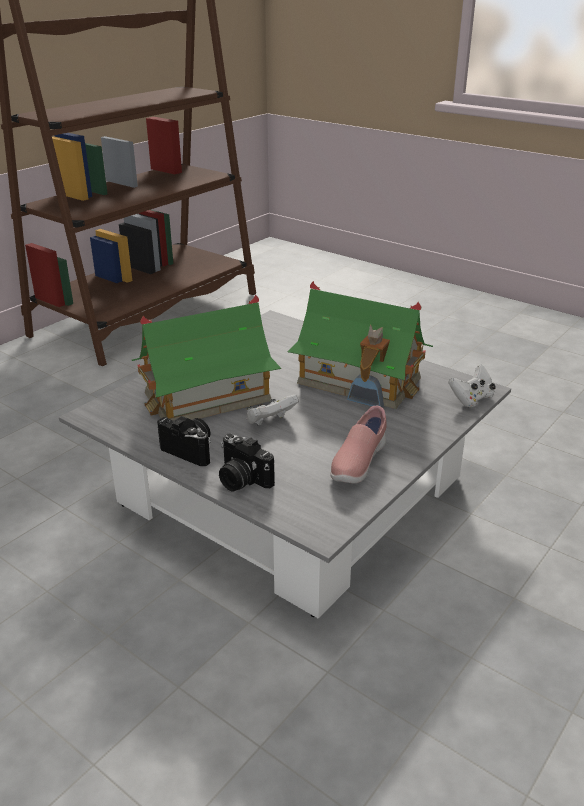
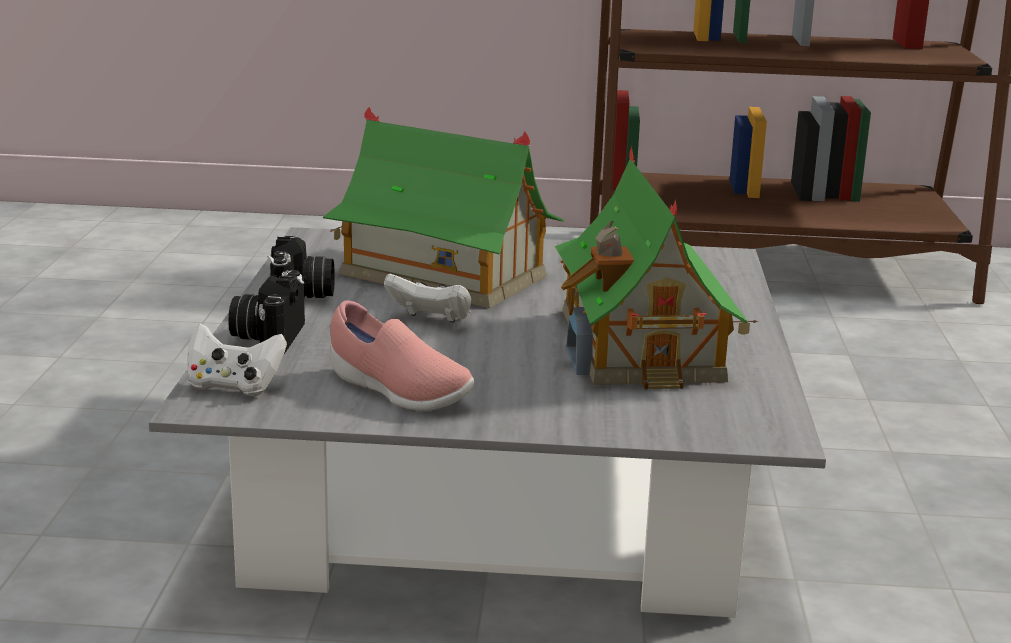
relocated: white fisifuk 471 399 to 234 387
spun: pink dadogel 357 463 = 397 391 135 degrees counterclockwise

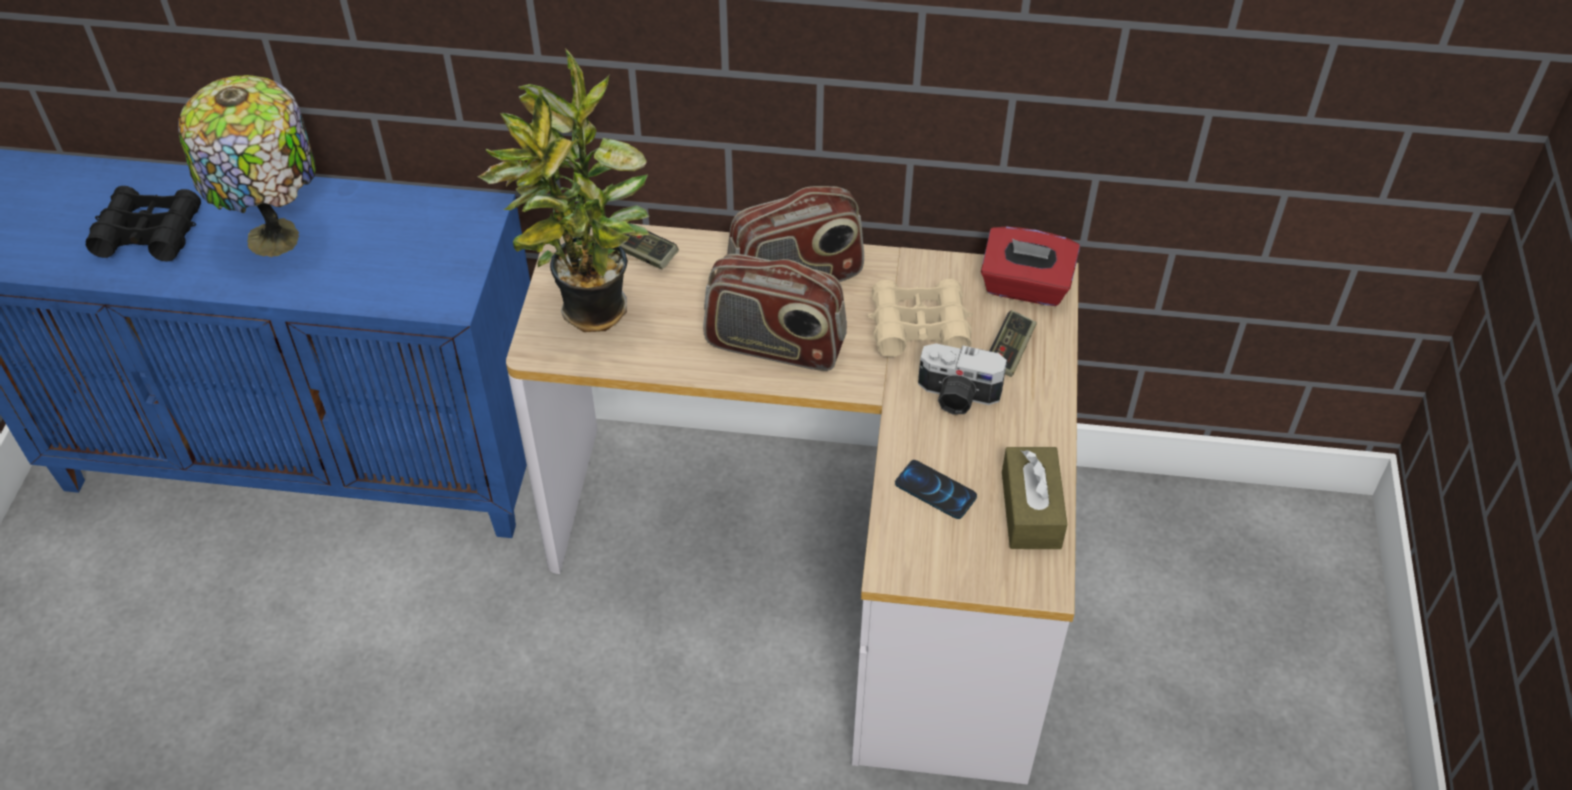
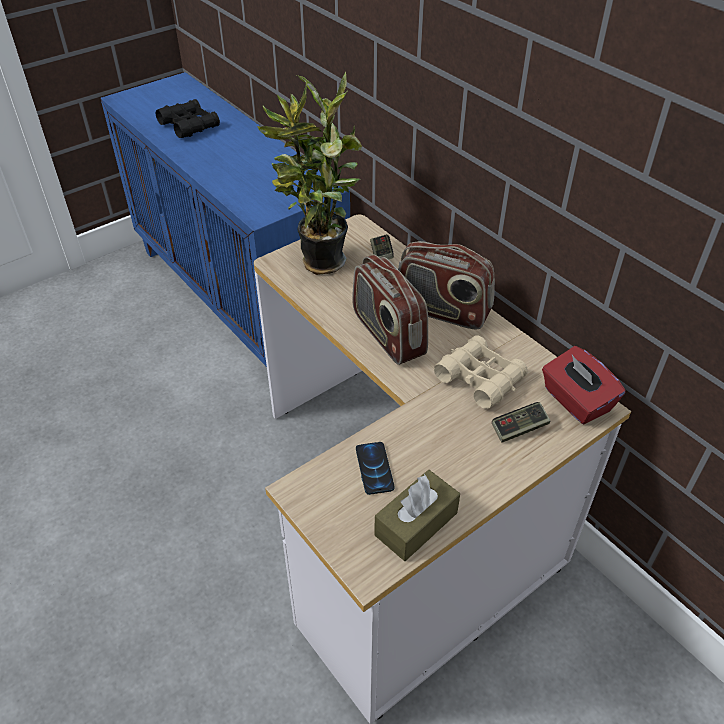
missing: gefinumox 278 239; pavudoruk 957 396

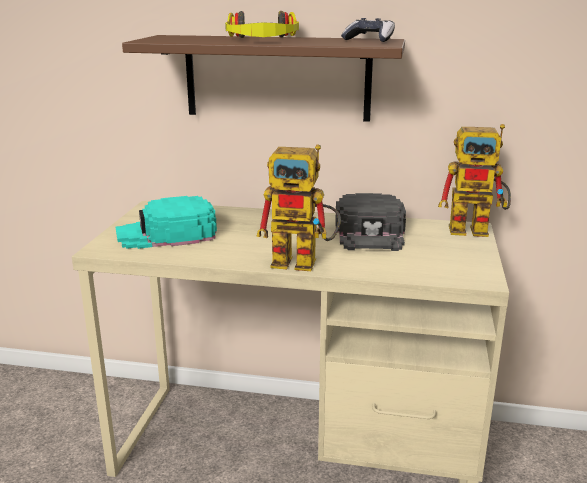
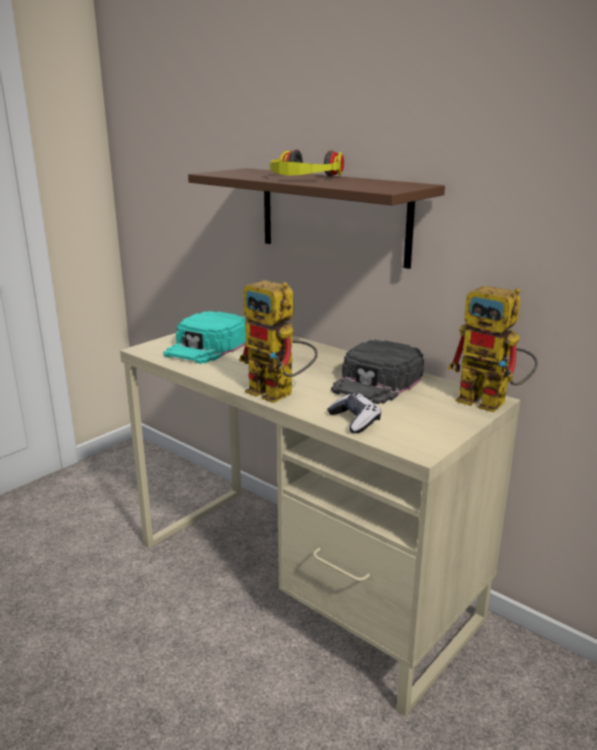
relocated: fisifuk 369 40 to 354 421
spun: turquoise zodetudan 167 233 = 207 347 75 degrees counterclockwise

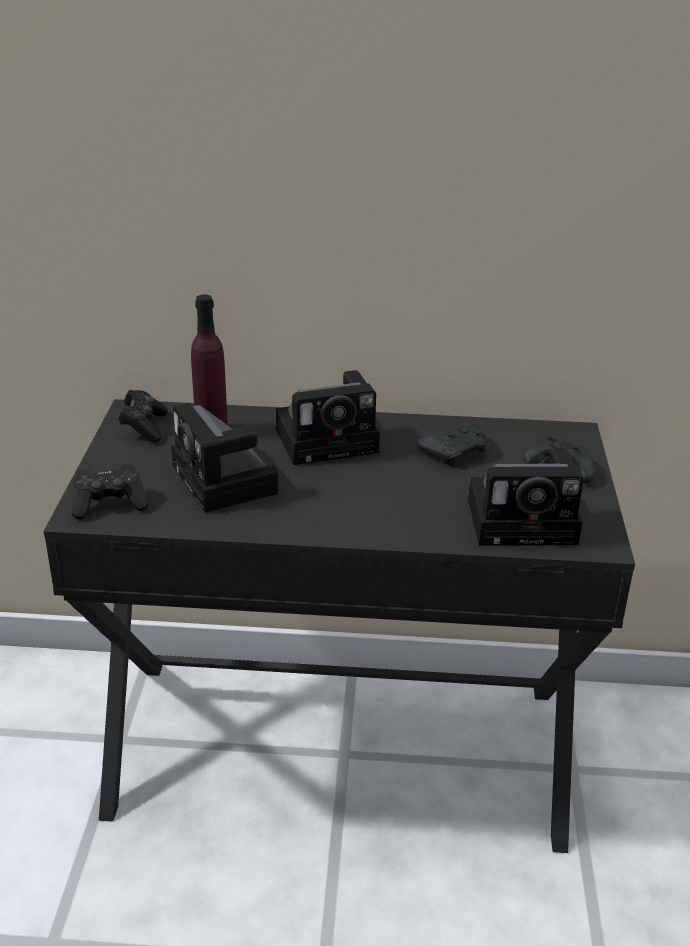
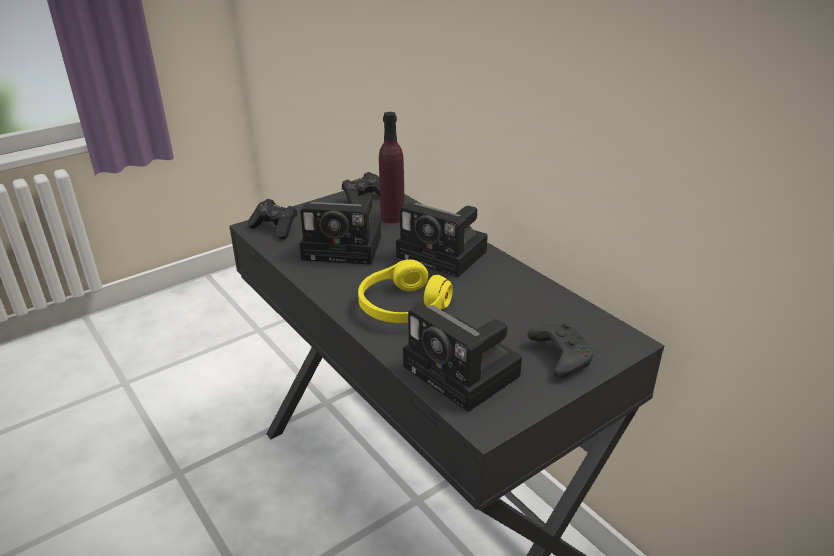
missing: black fisifuk 455 452
appeared: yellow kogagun 402 306
spun: pavudoruk 227 481 = 346 247 105 degrees counterclockwise

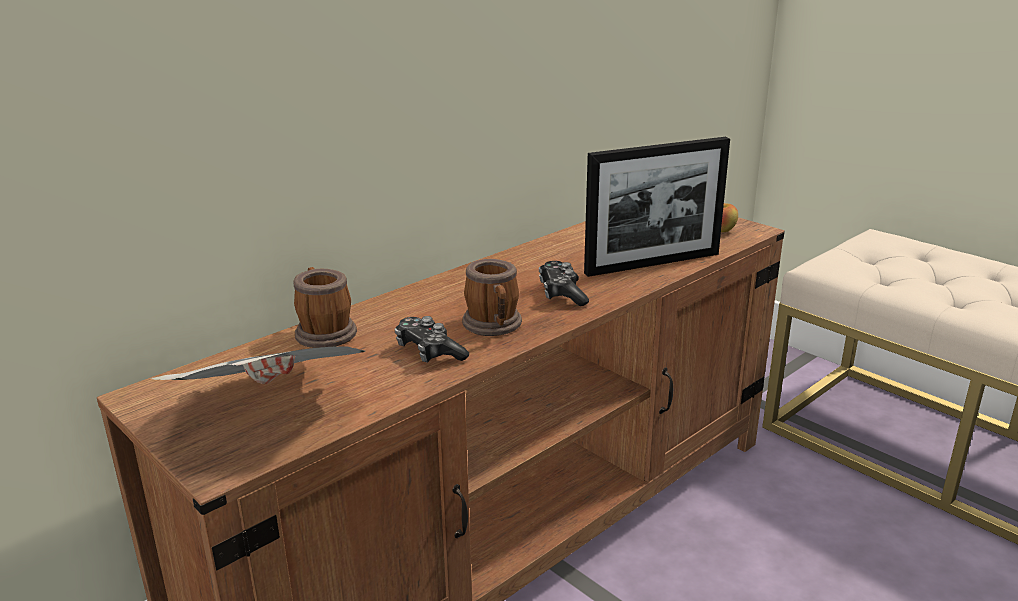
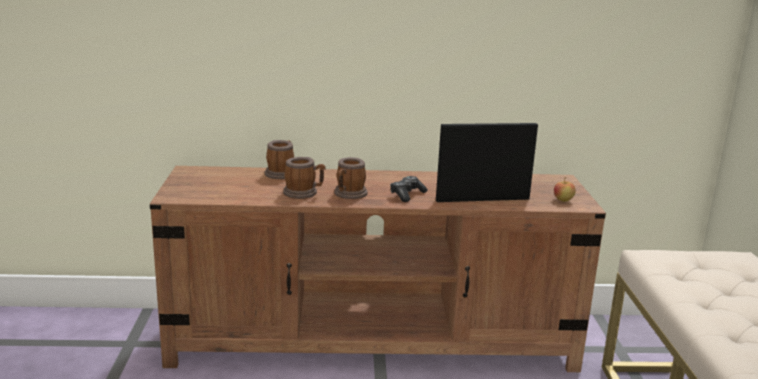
missing: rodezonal 271 411
exchanged: fisifuk 429 352 to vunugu 304 193
spun: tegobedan 652 263 = 482 199 150 degrees clockwise

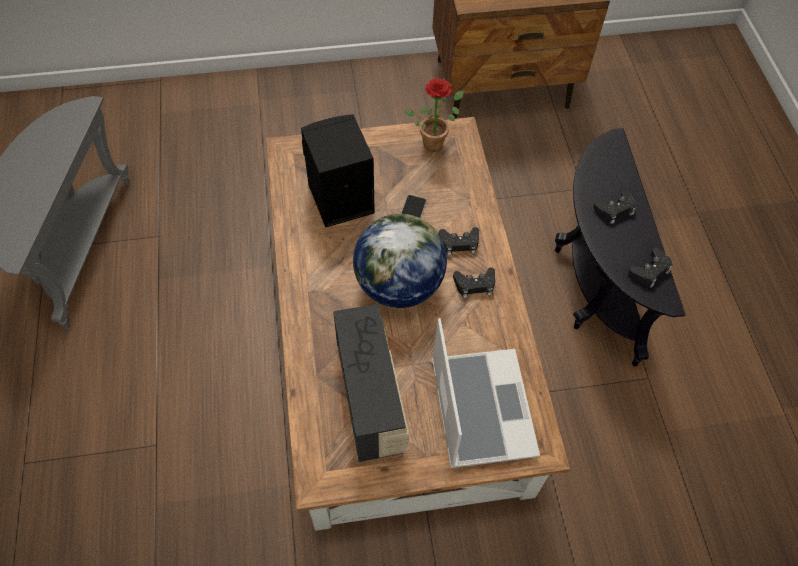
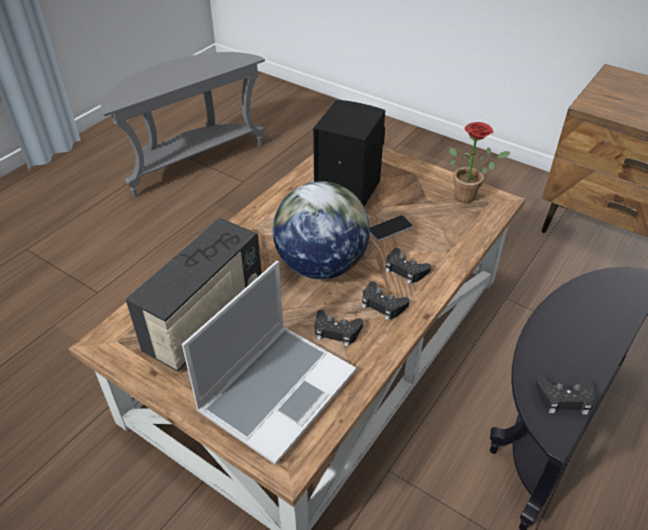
relocated: black fisifuk 615 210 to 336 331

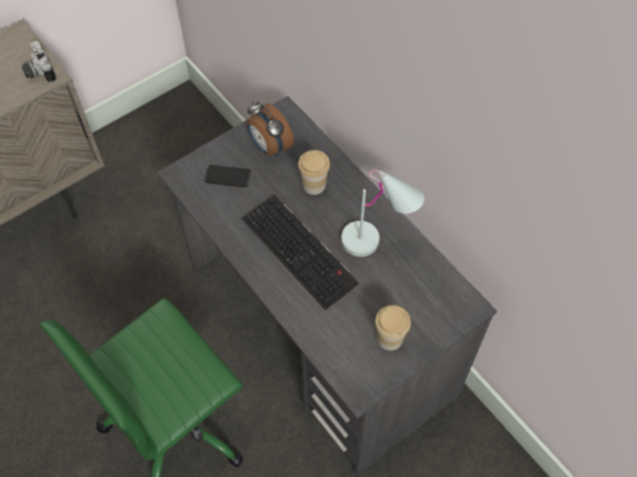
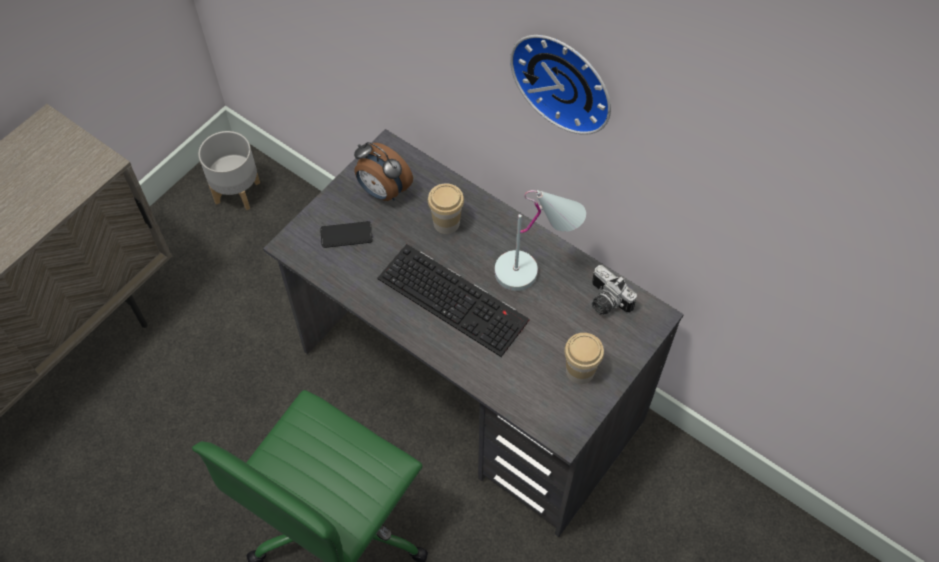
appeared: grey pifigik 237 191; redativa 565 79
relocated: pavudoruk 38 71 to 605 302

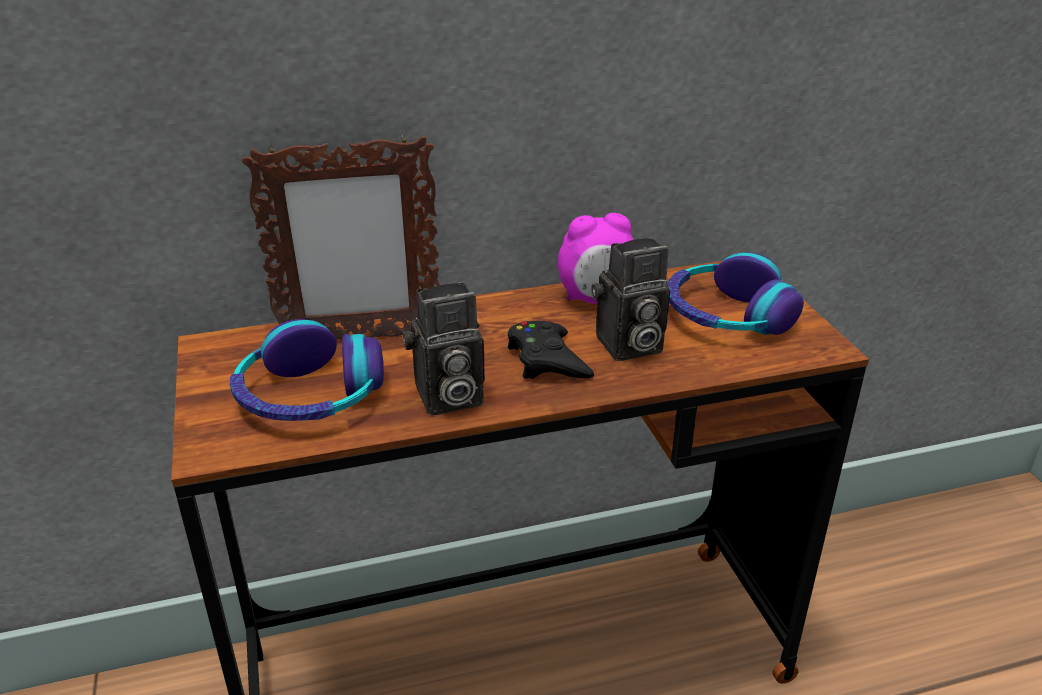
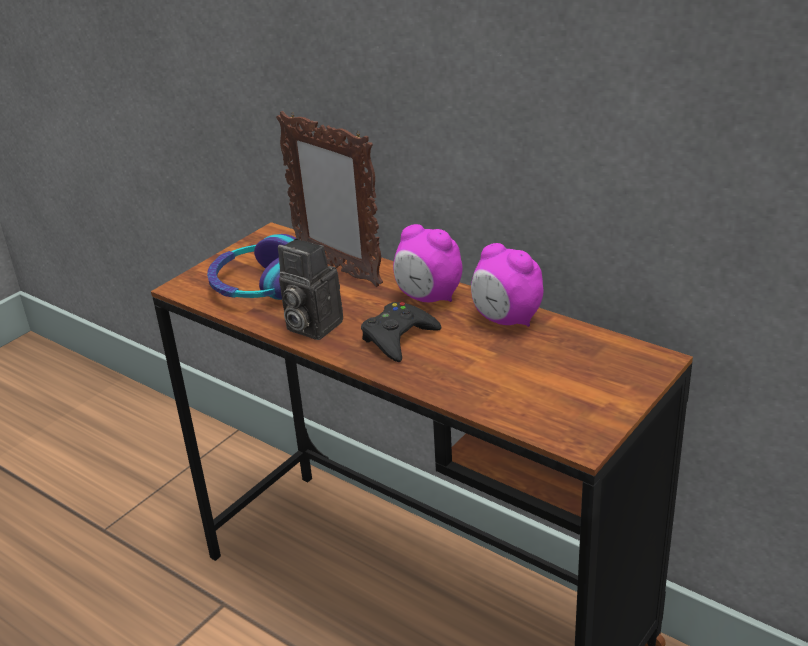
missing: pavudoruk 627 347; kogagun 727 315
appeared: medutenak 428 298

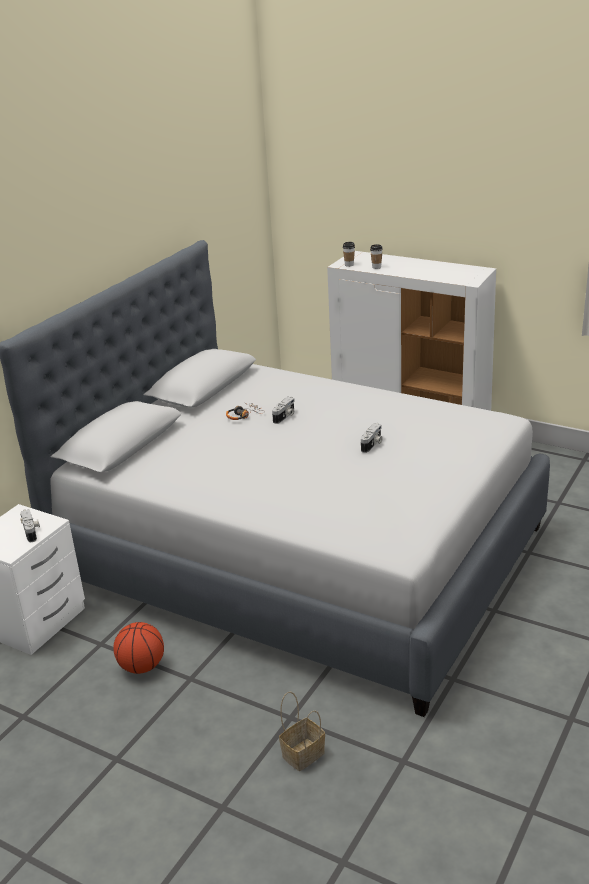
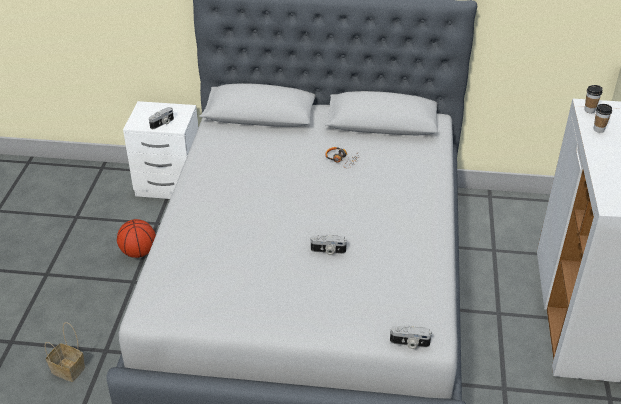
relocated: pavudoruk 285 416 to 409 343

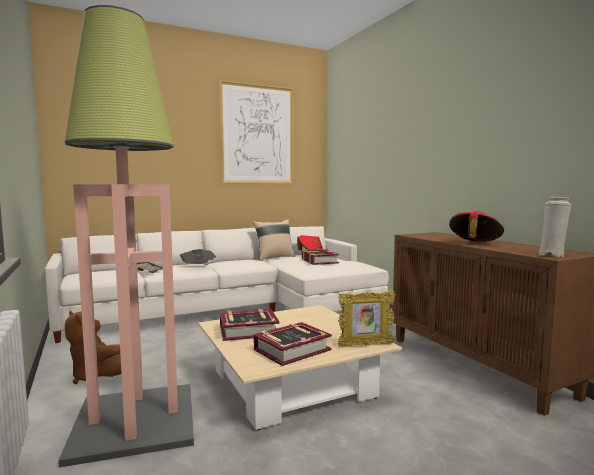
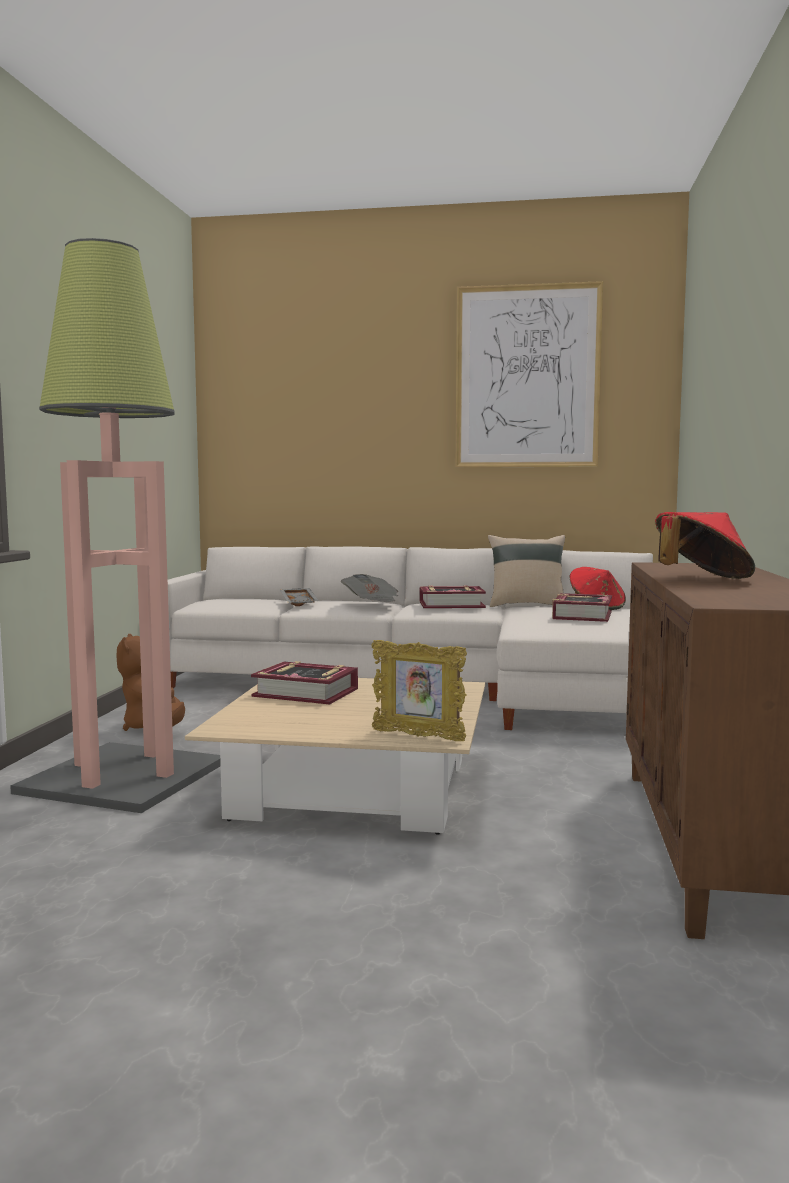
missing: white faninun 552 255
relocated: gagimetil 292 350 to 451 605

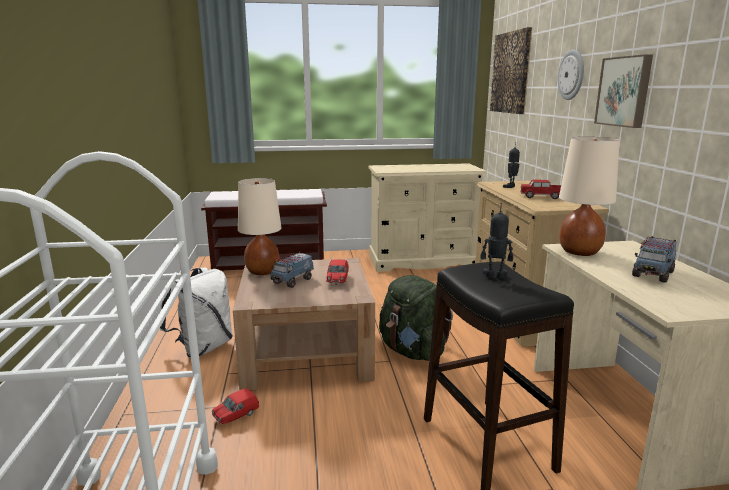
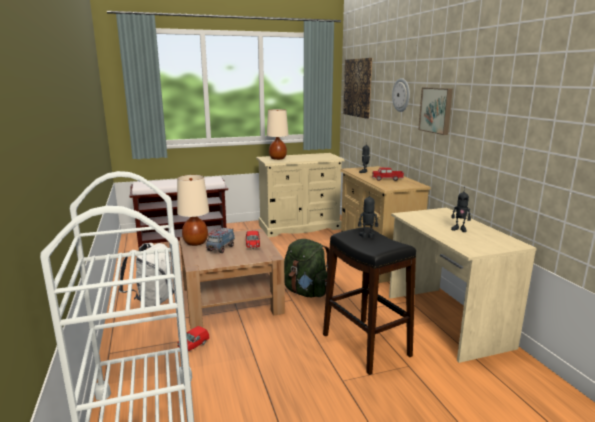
relocated: beige gefinumox 579 252 to 277 158
exchanged: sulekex 652 274 to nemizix 459 229

